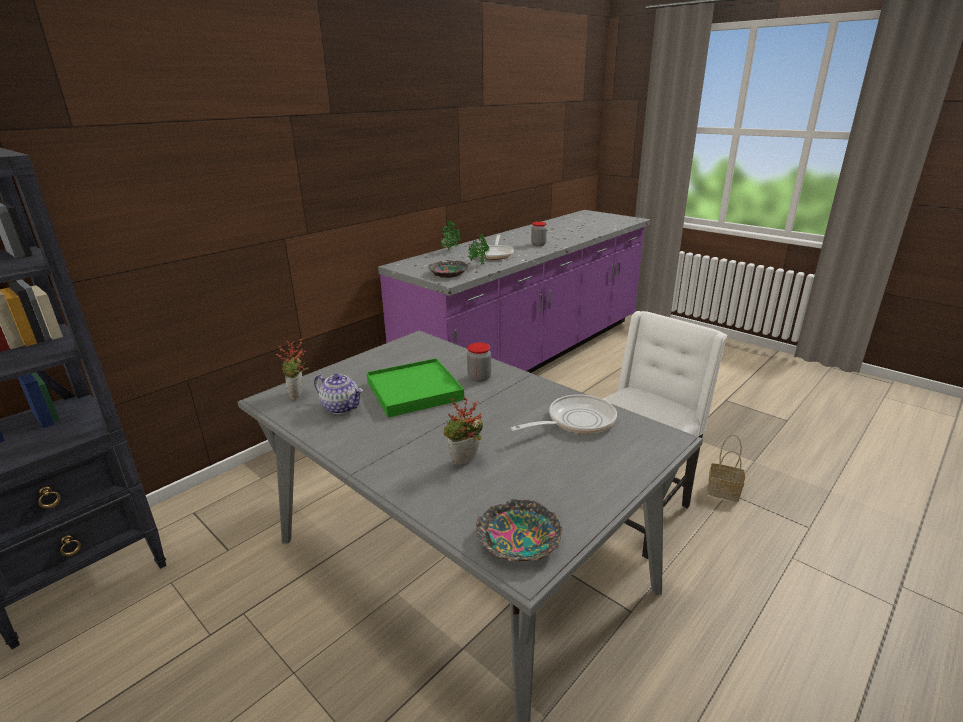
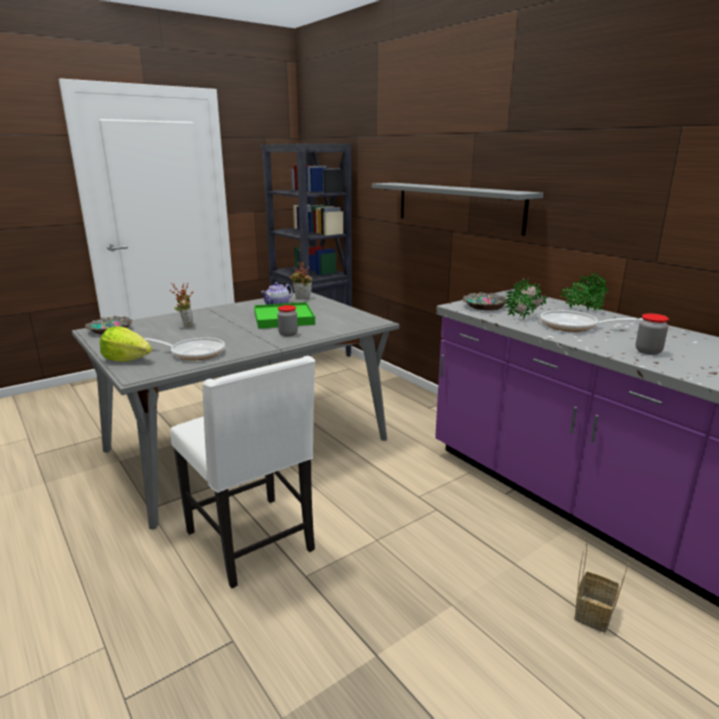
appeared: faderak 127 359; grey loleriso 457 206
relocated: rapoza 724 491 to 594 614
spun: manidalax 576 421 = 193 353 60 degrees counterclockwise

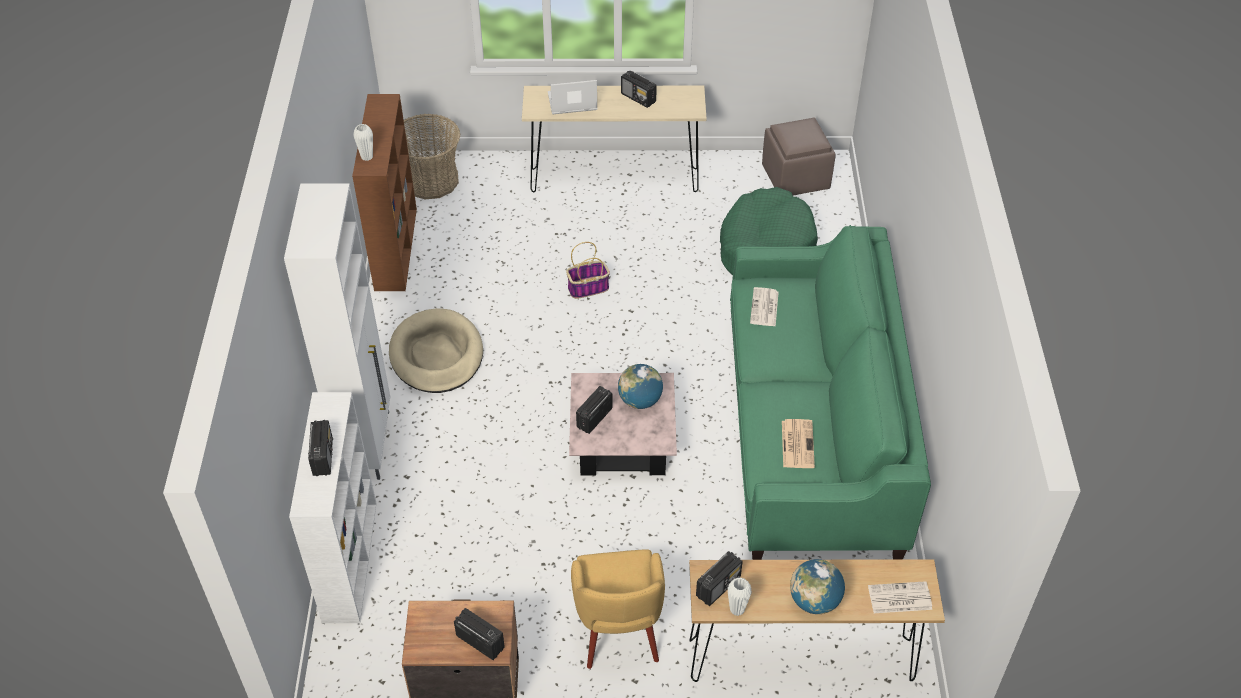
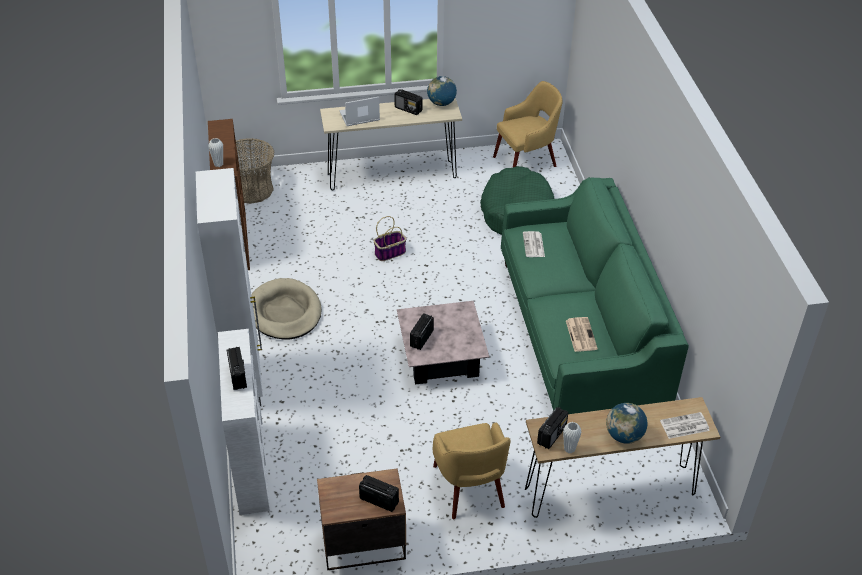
relocated: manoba 640 400 to 441 103
exchanged: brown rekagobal 796 177 to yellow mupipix 526 161

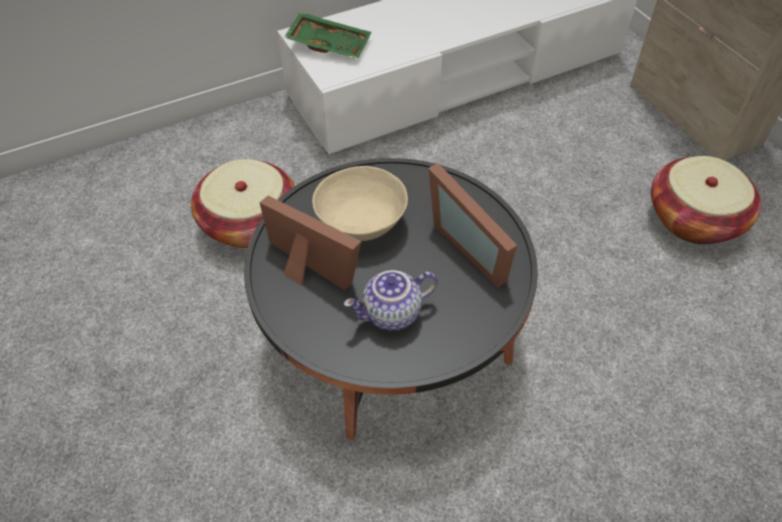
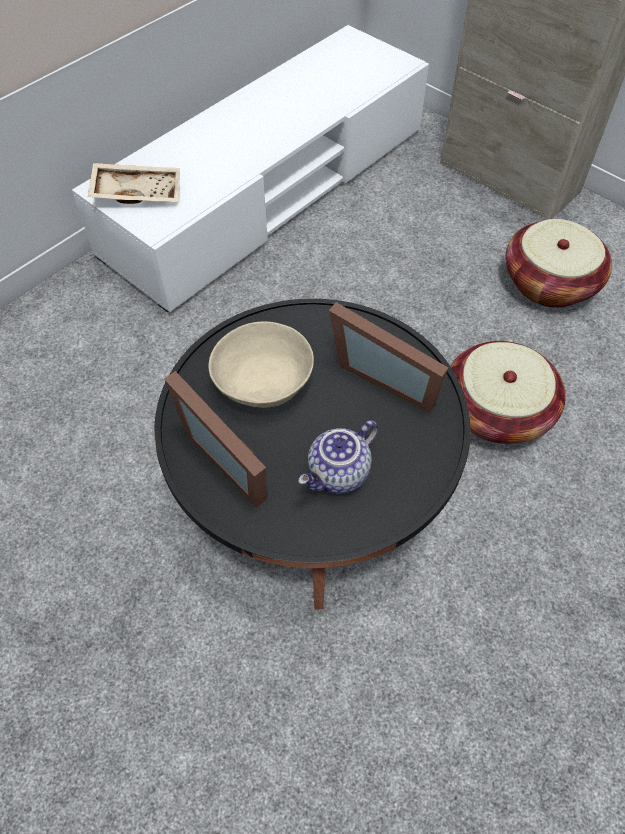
relocated: rapoza 249 222 to 496 410
colour: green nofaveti 329 44 to beige nofaveti 138 192
spun: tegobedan 307 271 = 231 455 150 degrees counterclockwise

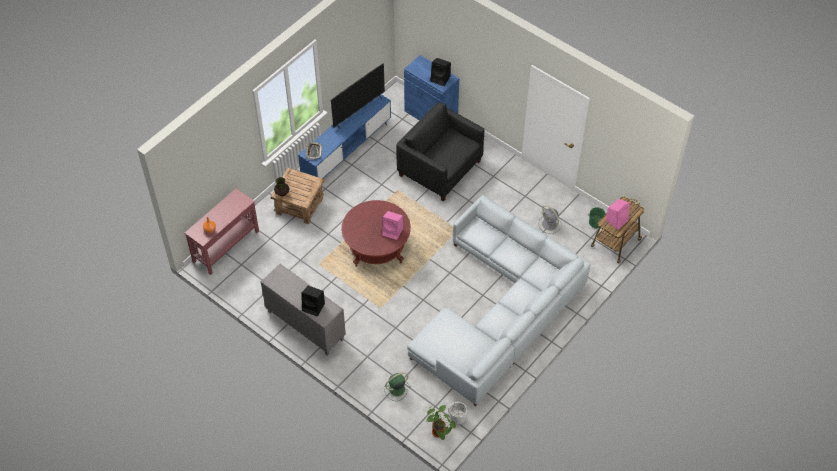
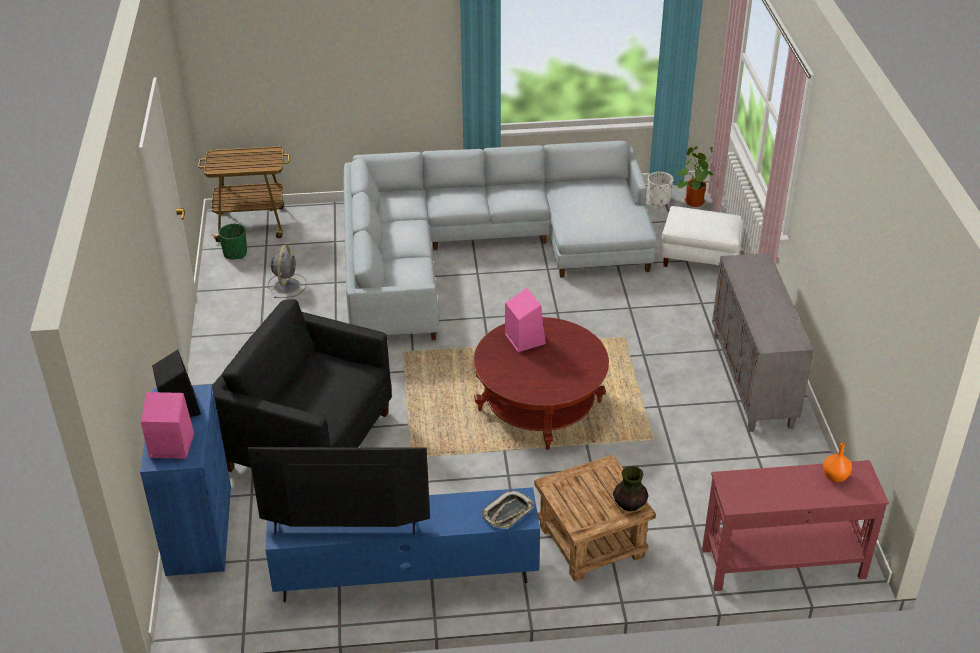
missing: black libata 314 307
relocated: pink libata 617 220 to 170 445
exchanged: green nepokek 396 389 to white rekagobal 701 257
spun: black mupipix 440 168 = 309 441 120 degrees clockwise

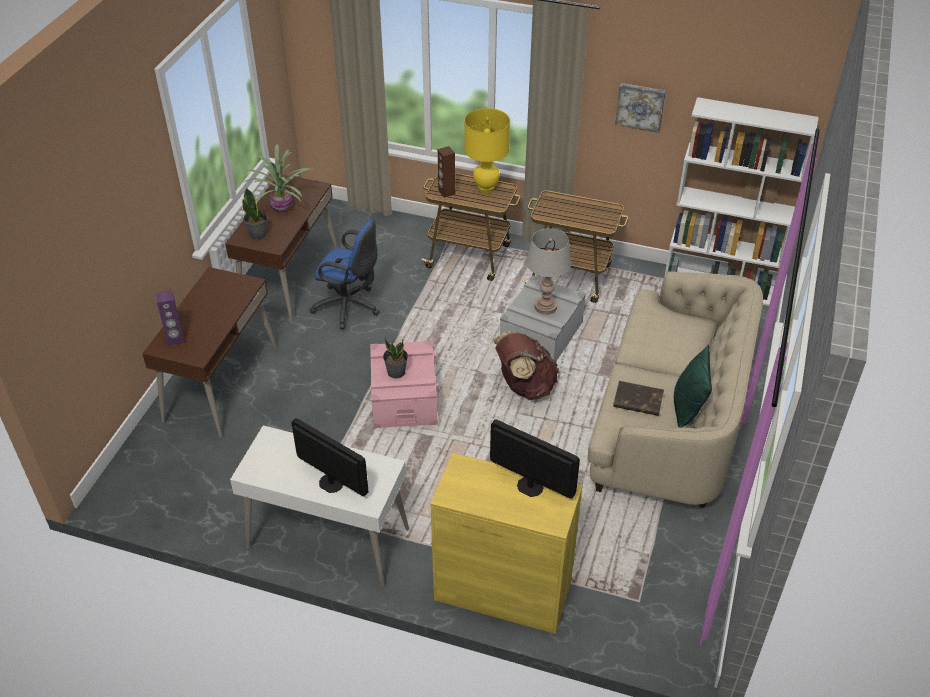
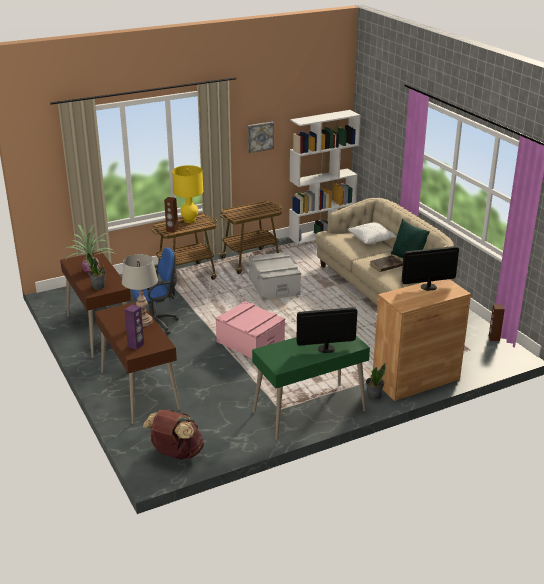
appeared: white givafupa 371 239; brown libata 494 338
relocated: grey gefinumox 545 307 to 143 322; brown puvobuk 524 386 to 176 454; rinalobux 396 372 to 373 395
colour: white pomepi 328 539 to green pomepi 309 412; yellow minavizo 502 591 to brown minavizo 416 379

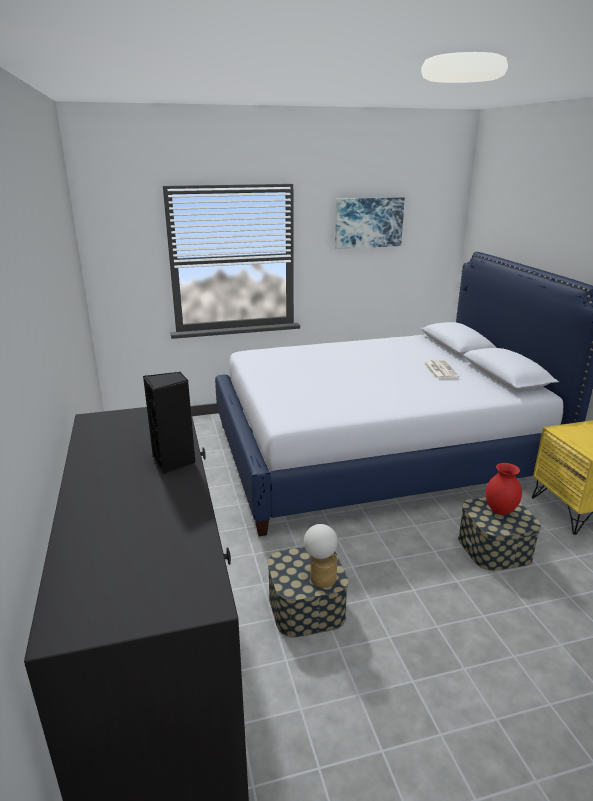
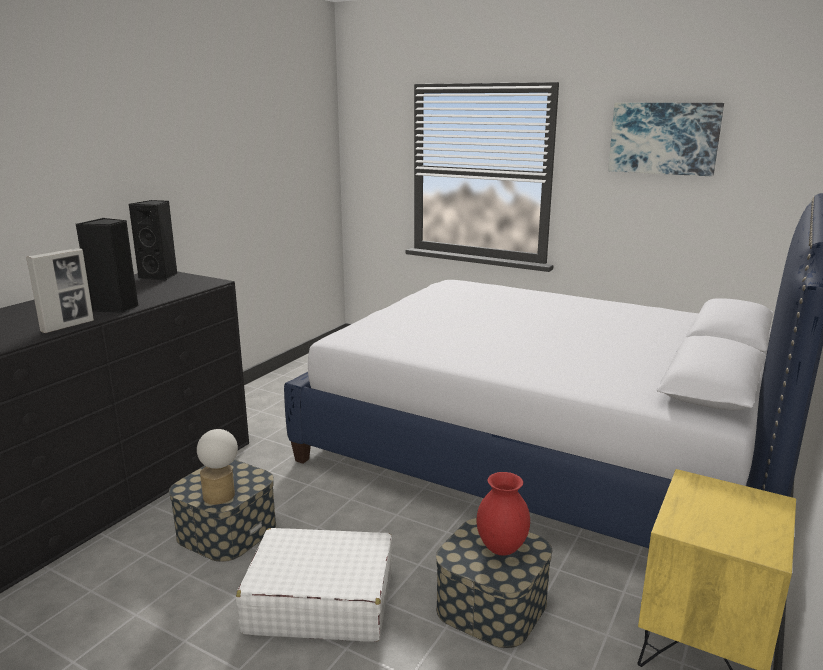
missing: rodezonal 439 370
appeared: tegobedan 68 326; black libata 160 276; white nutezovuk 320 601

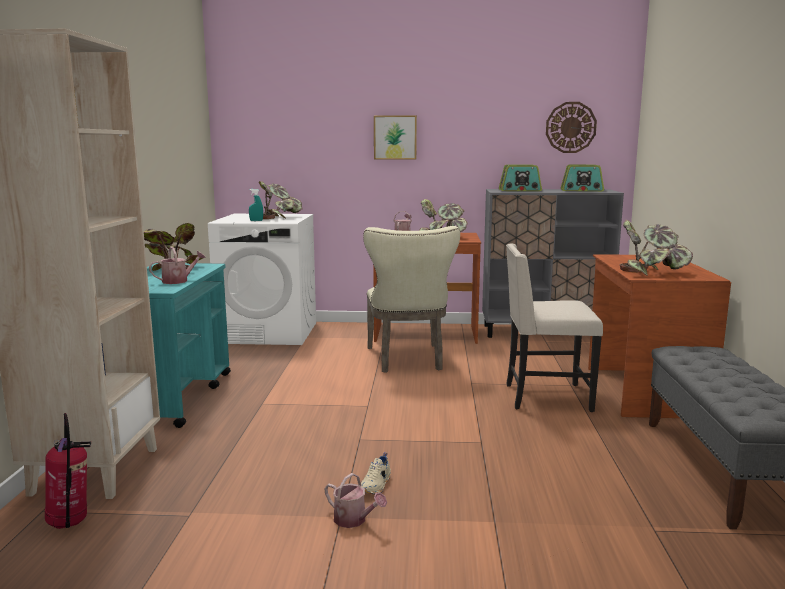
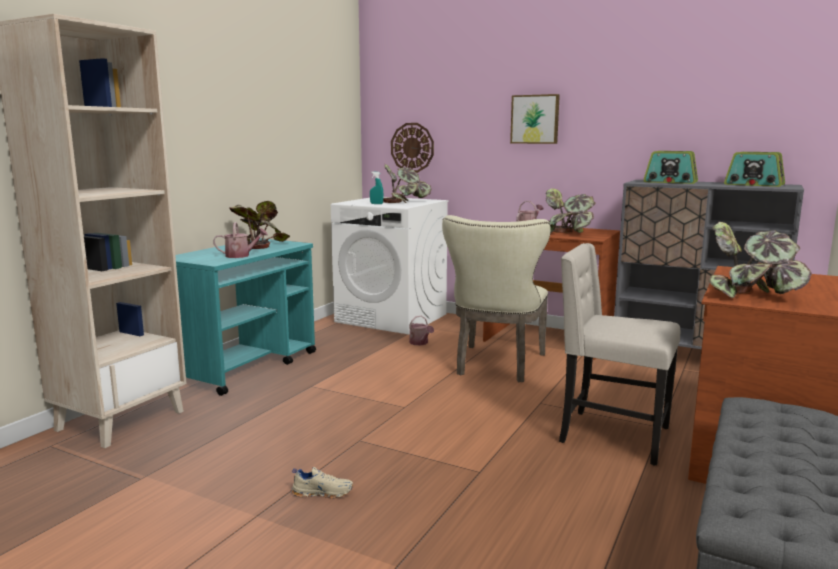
missing: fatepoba 71 524
relocated: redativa 570 127 to 412 147; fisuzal 354 520 to 420 343
spun: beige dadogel 376 485 = 322 492 135 degrees counterclockwise

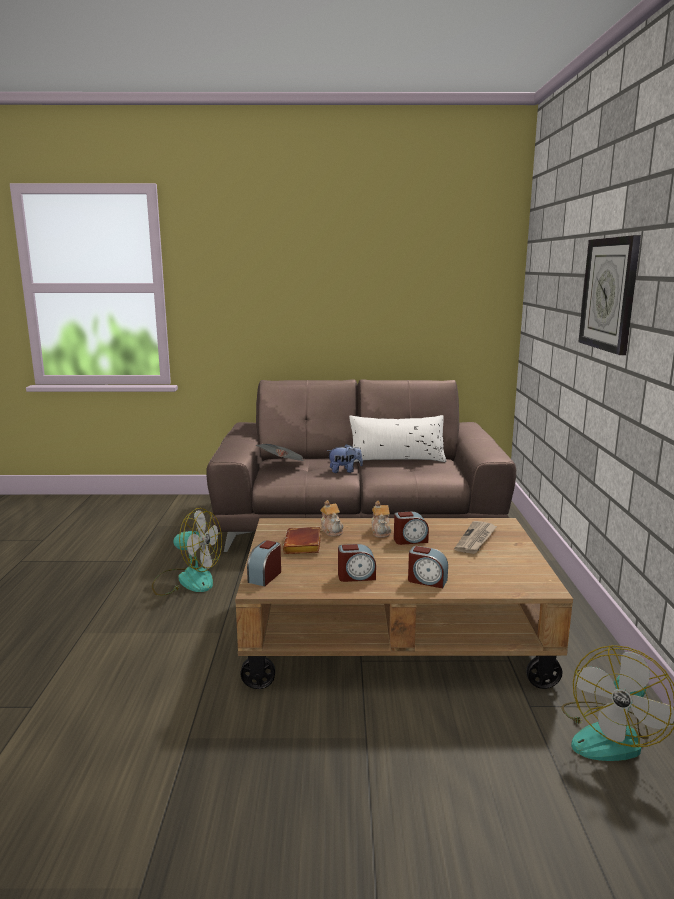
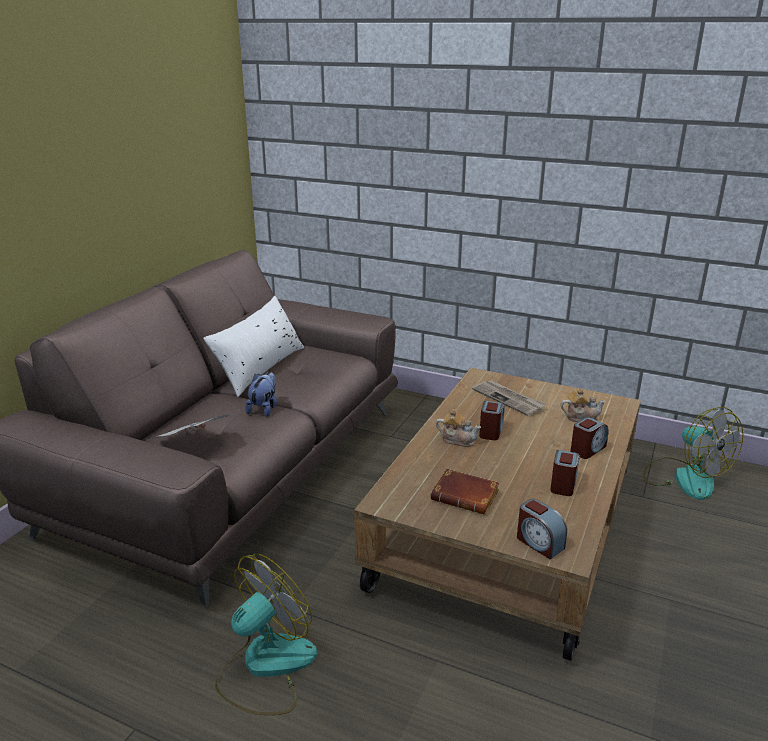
missing: redativa 609 294
relocated: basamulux 332 530 to 581 417

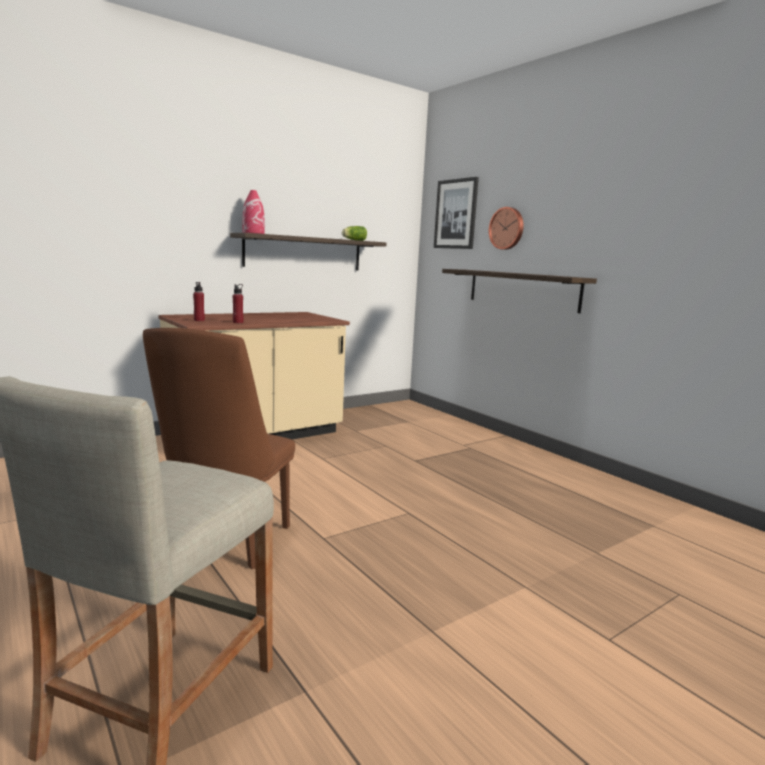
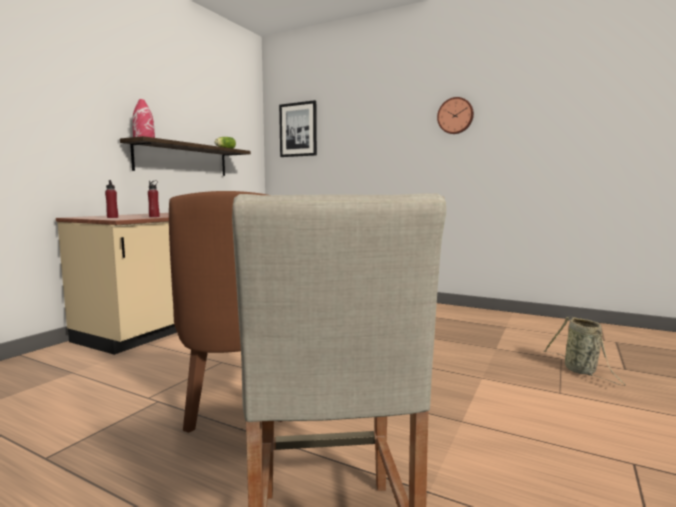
missing: loleriso 522 289
appeared: rapoza 582 371
relocated: redativa 507 228 to 455 116

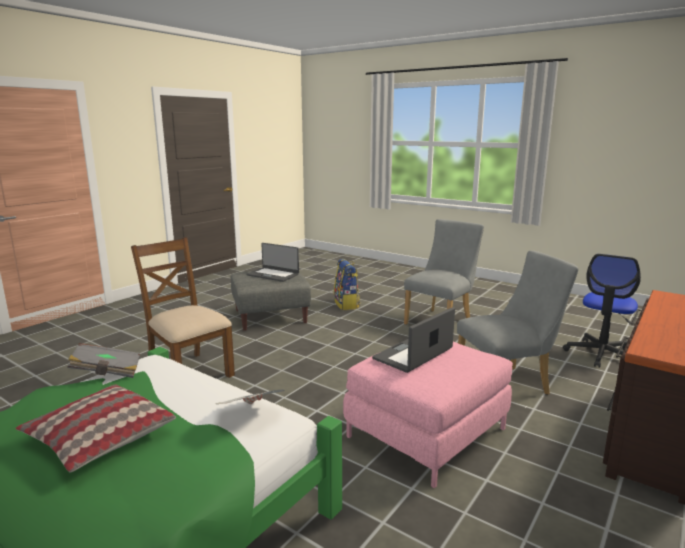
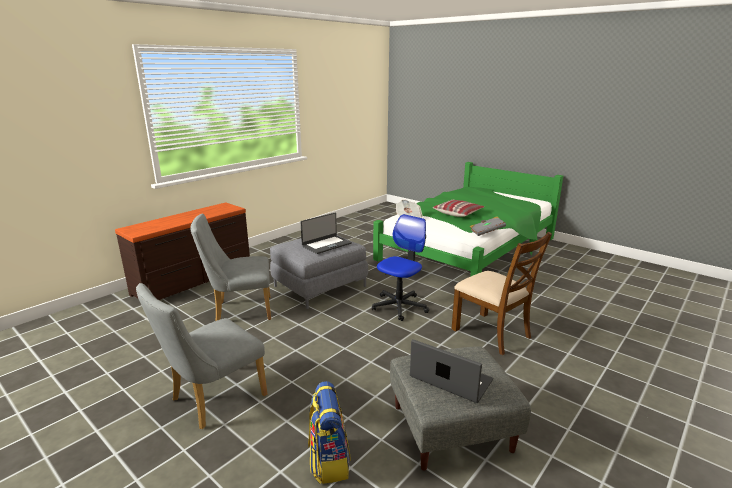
relocated: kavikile 601 354 to 399 306
colour: pink rekagobal 427 433 to grey rekagobal 319 286

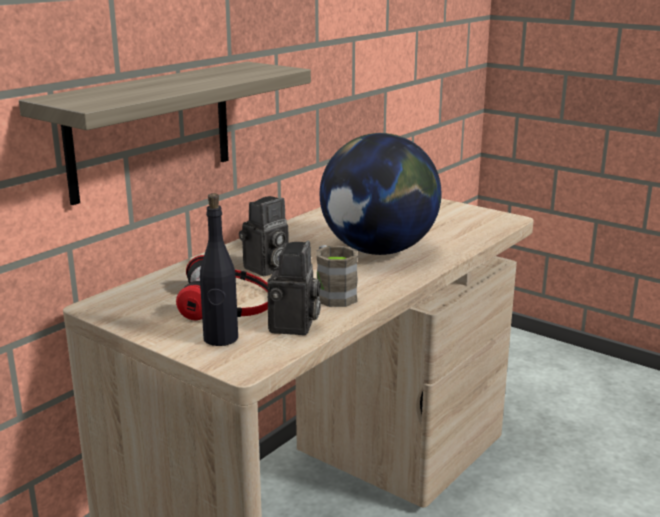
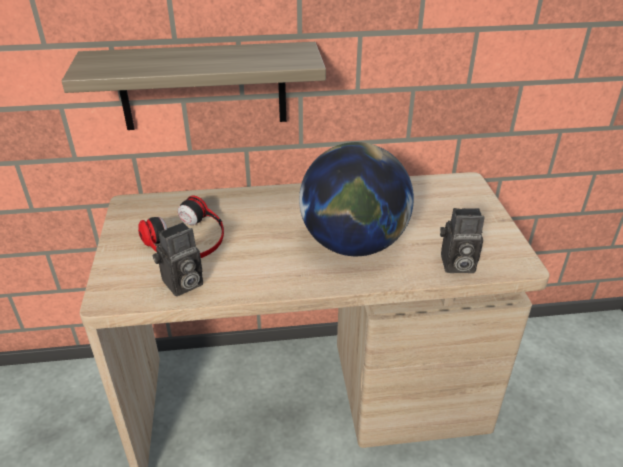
missing: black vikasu 220 338; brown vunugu 333 294
relocated: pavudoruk 266 269 to 456 265

